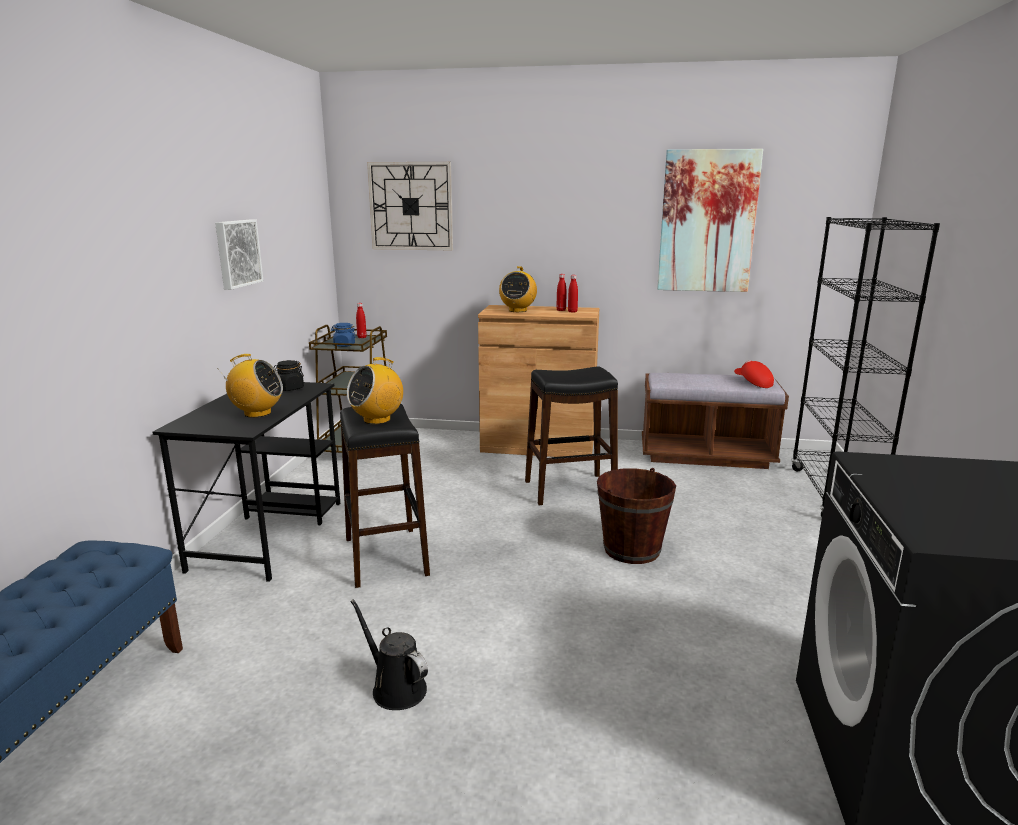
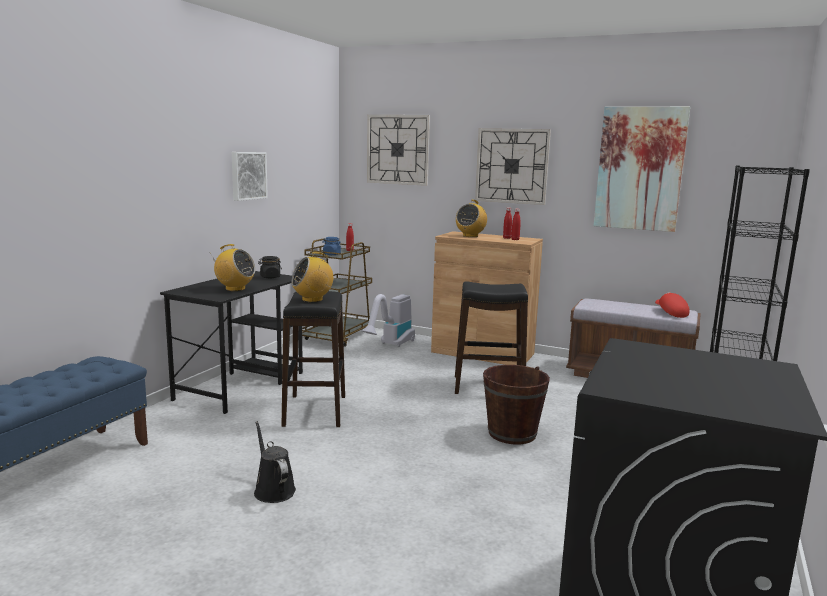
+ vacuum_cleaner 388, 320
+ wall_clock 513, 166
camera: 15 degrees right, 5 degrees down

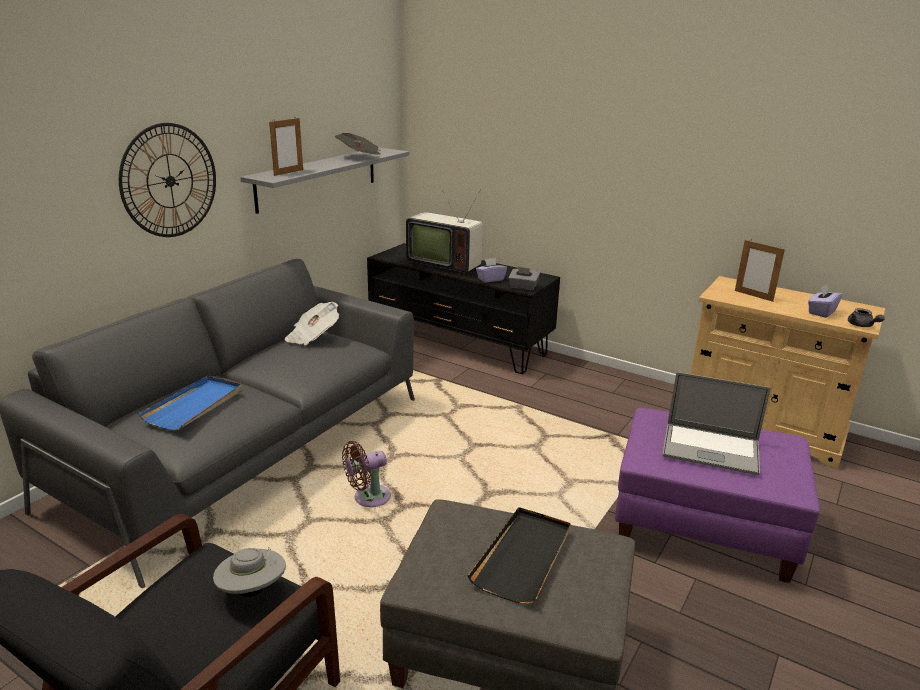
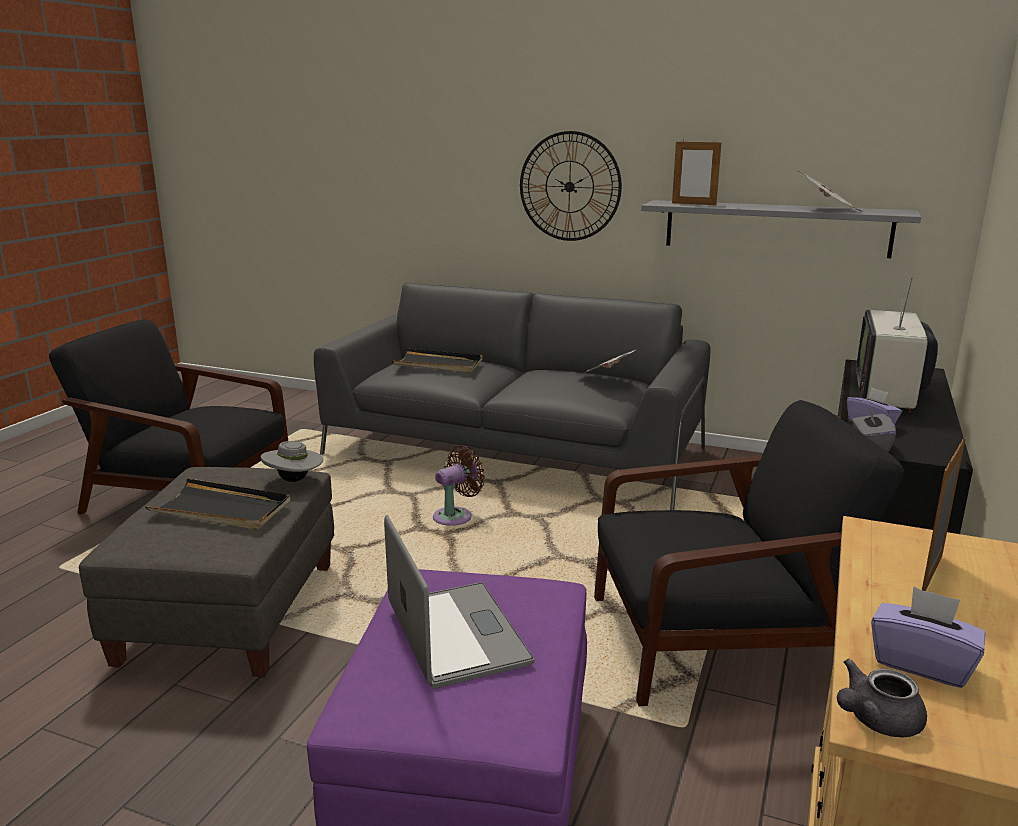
~ grey_hat 249, 572 to 292, 461
~ laptop 716, 424 = 459, 602 150 degrees clockwise
~ blue_tray 190, 403 to black_tray 437, 361
~ brown_fan 366, 474 = 459, 485 90 degrees clockwise
+ black_armchair 749, 553
camera: 80 degrees right, 5 degrees down

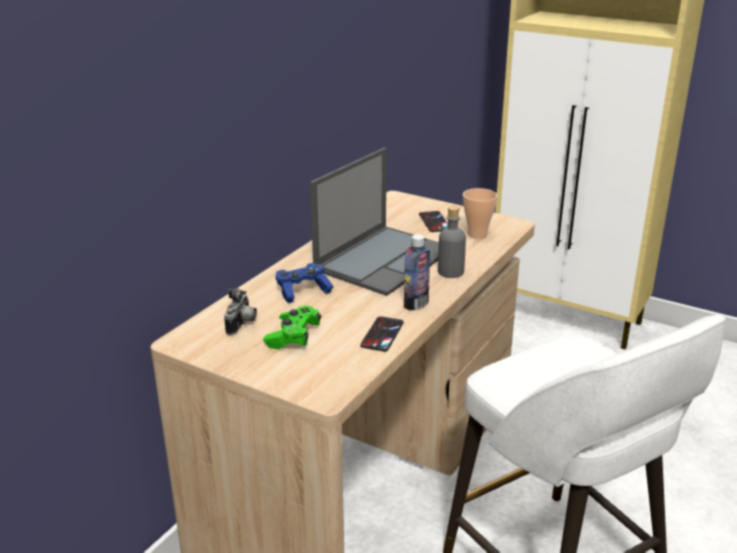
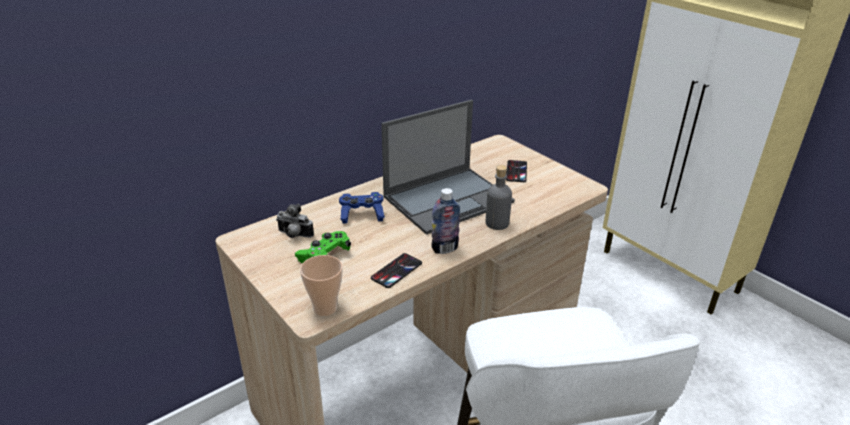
~ photo_camera 240, 311 = 295, 221 75 degrees clockwise
~ cup 480, 213 to 321, 285
camera: 20 degrees right, 5 degrees up

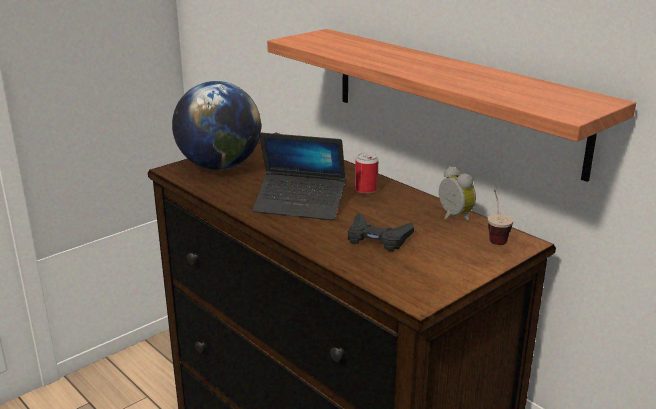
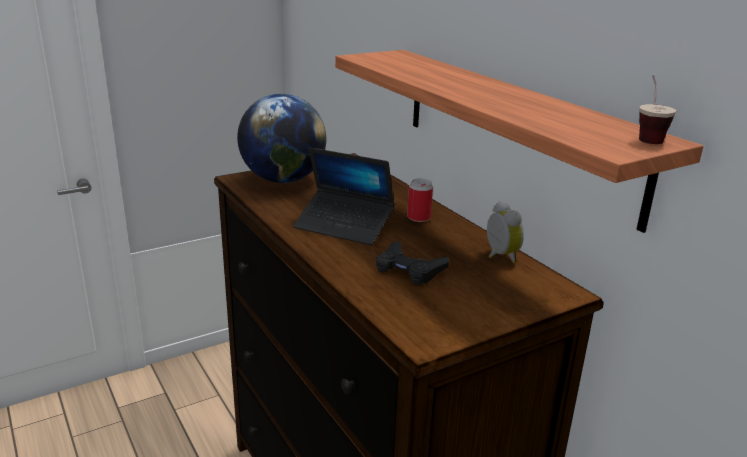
~ cup 501, 217 to 657, 109
camera: 10 degrees right, 0 degrees up

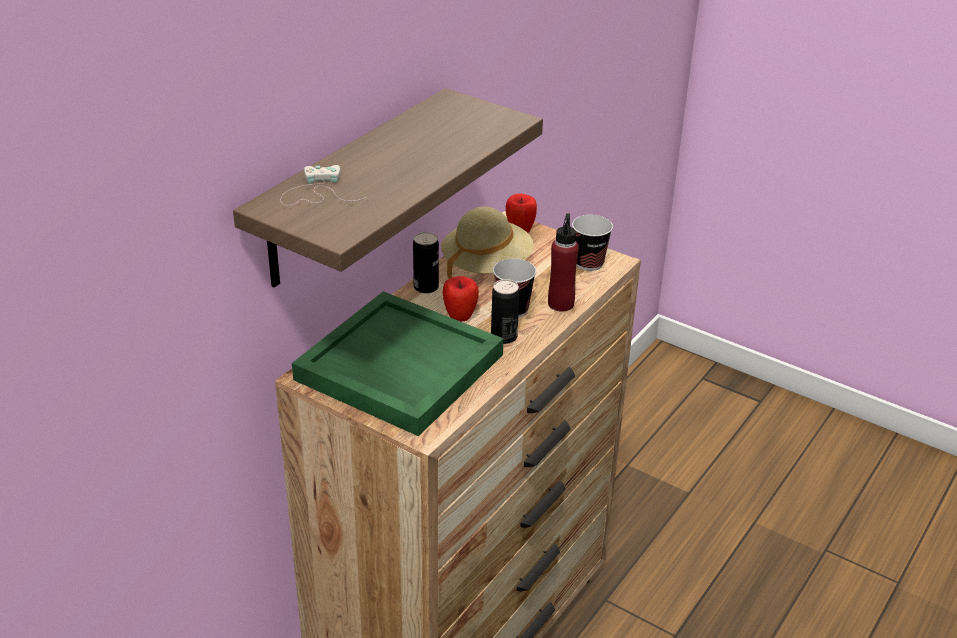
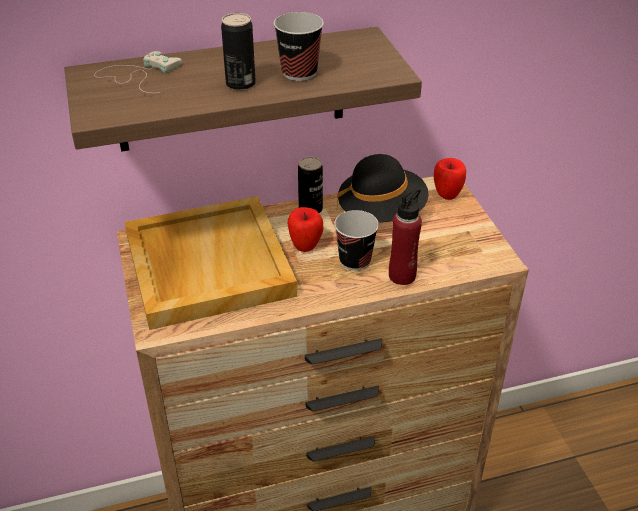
~ green_tray 398, 363 to beige_tray 210, 263
~ can 505, 311 to 238, 51
~ cup 592, 243 to 299, 46
~ beige_hat 487, 243 to black_hat 383, 188
camera: 40 degrees right, 5 degrees up

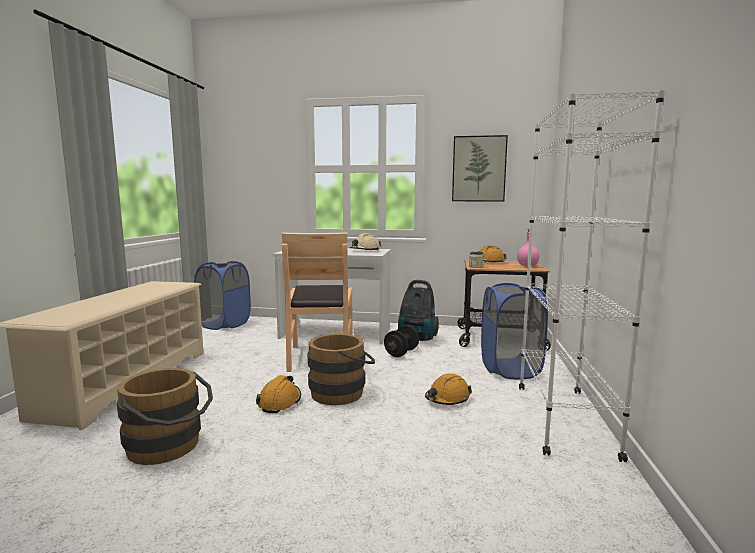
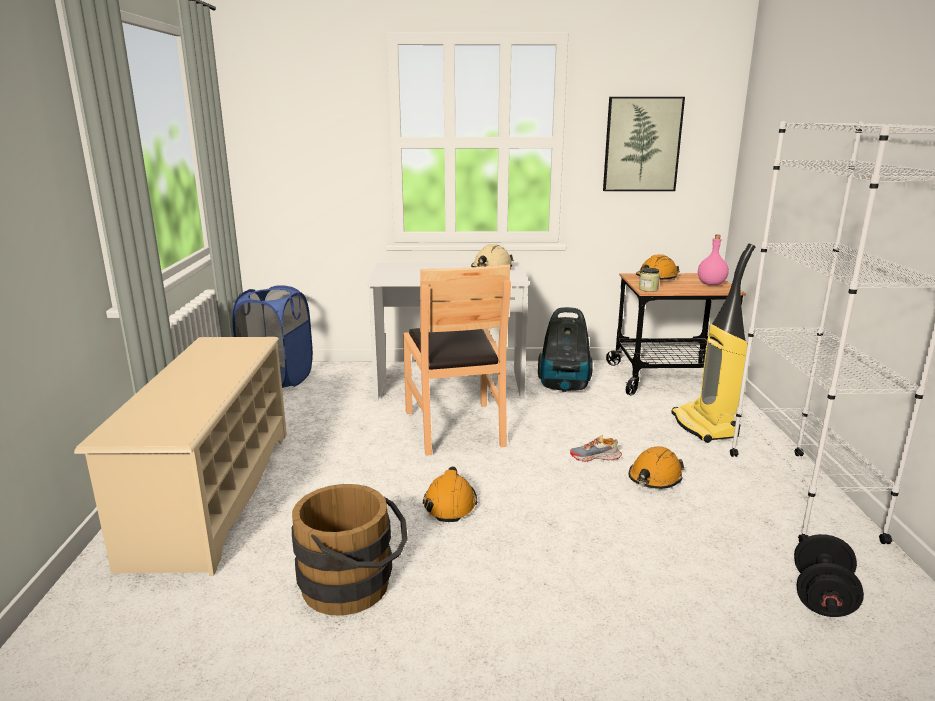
+ shoe 596, 448
~ blue_laundry_basket 514, 331 to vacuum_cleaner 713, 343
~ black_dumbbell 401, 341 to 829, 575
- brown_bucket 341, 369
camera: 10 degrees left, 10 degrees up

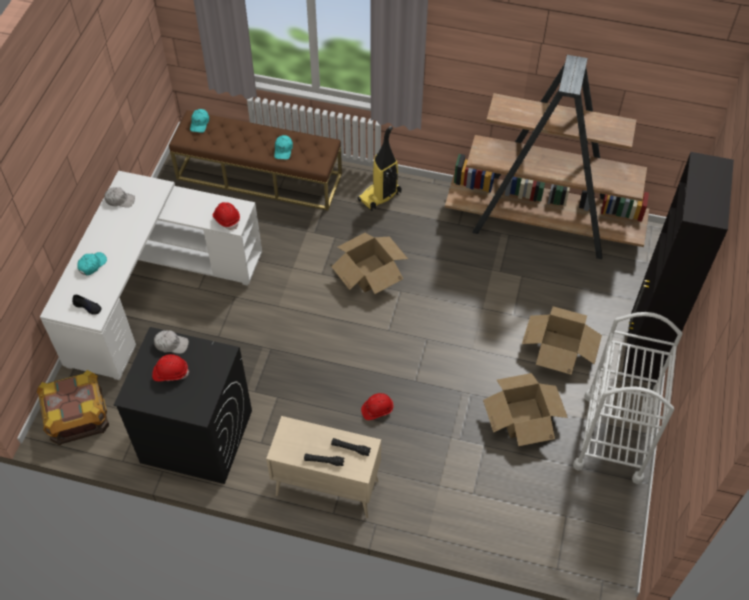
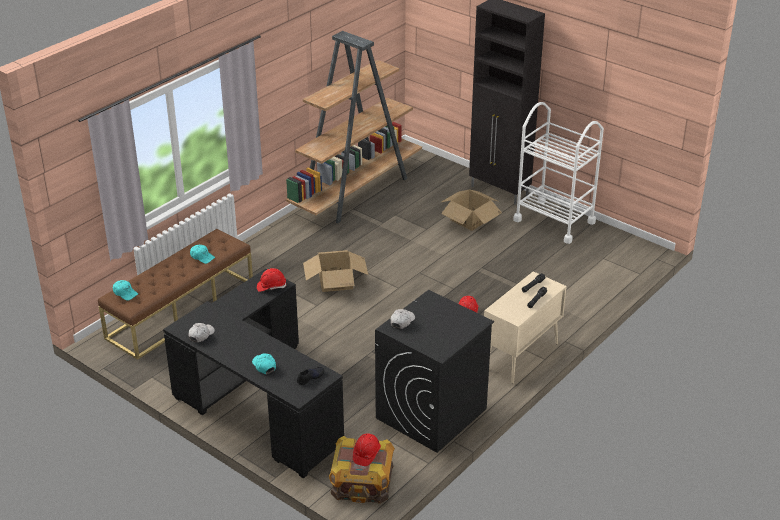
~ white_desk 151, 275 to black_desk 253, 374
~ red_hard_hat 171, 367 to 367, 450
- vacuum_cleaner 379, 168
- cardboard_box 525, 409
camera: 65 degrees left, 20 degrees down

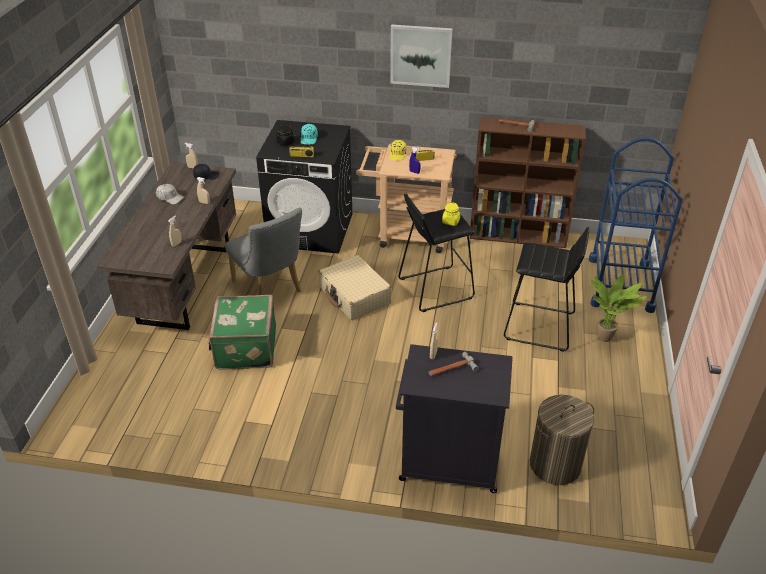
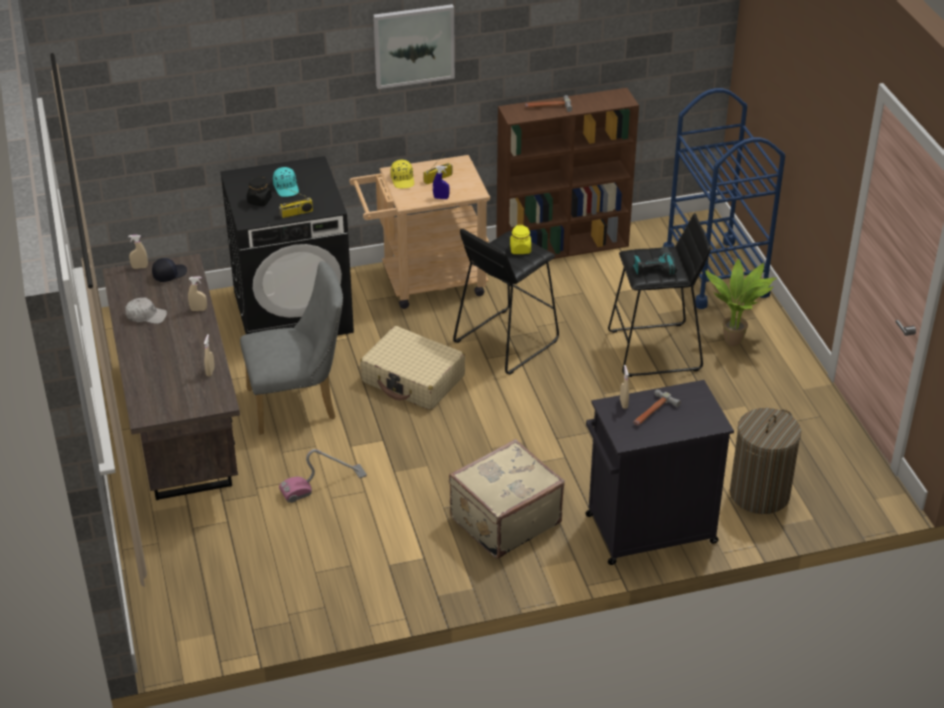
~ grey_chair 263, 251 = 291, 347 45 degrees counterclockwise
~ green_suitcase 242, 332 to vacuum_cleaner 323, 476
+ beige_suitcase 507, 499
+ power_drill 655, 260
camera: 25 degrees left, 0 degrees up

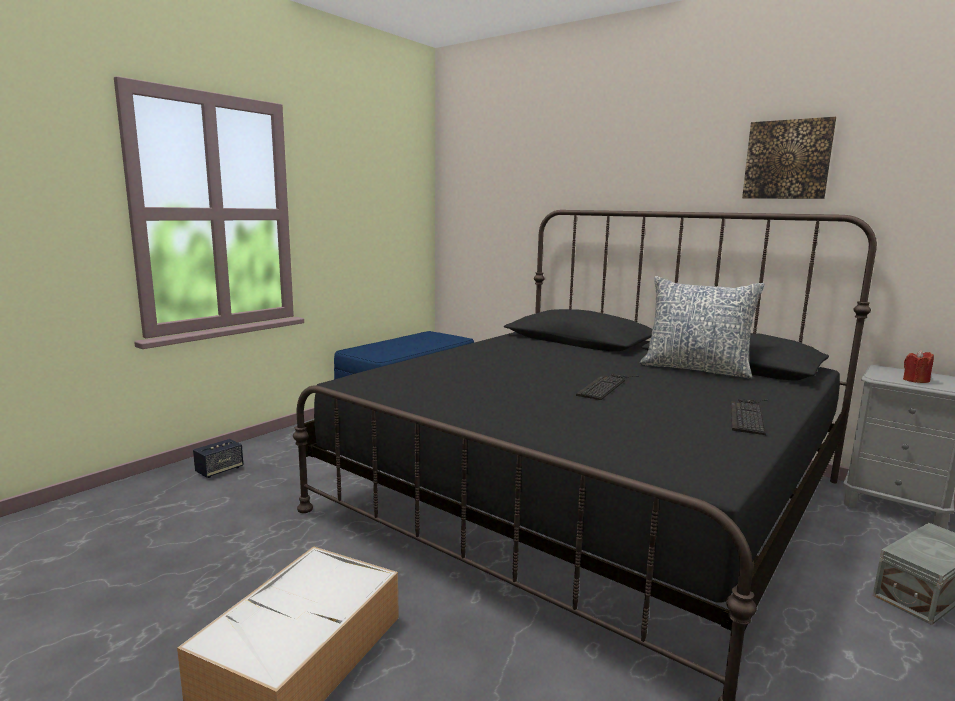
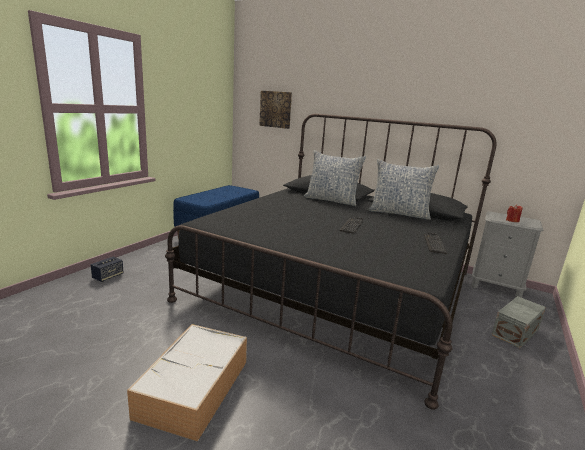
~ picture 789, 158 to 275, 110
+ pillow 335, 178
camera: 10 degrees left, 5 degrees up

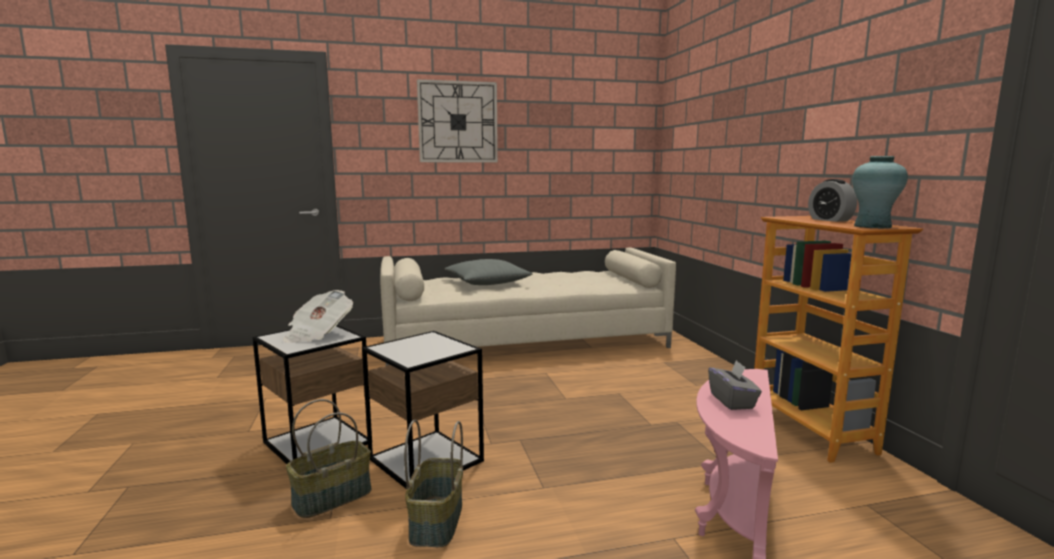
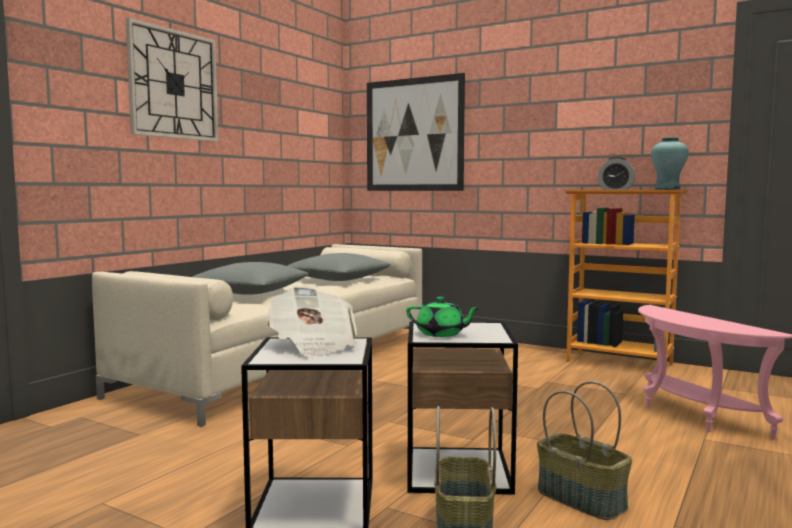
+ grey_pillow 339, 267
+ picture 416, 132
+ green_teapot 443, 317
- grey_tissue_box 735, 385
camera: 45 degrees left, 5 degrees down

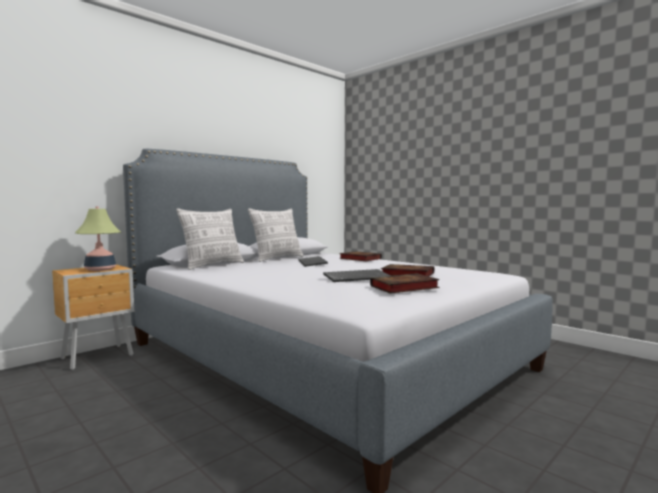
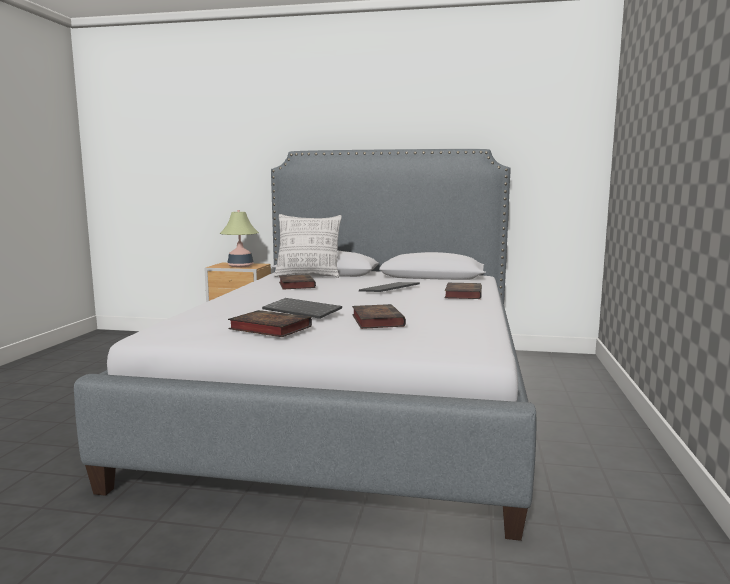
+ book 297, 282
- pillow 276, 235
camera: 55 degrees right, 5 degrees up

